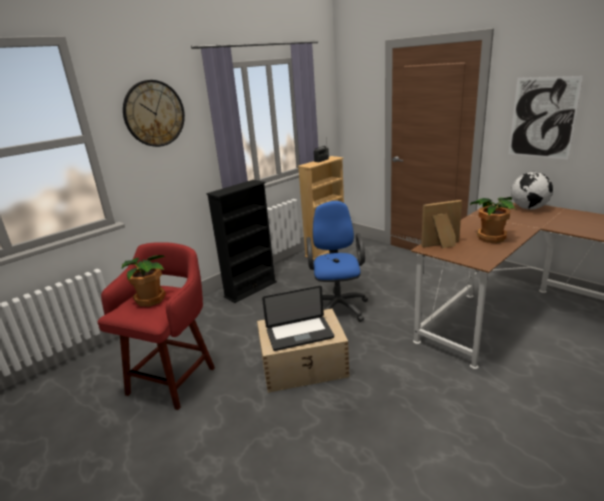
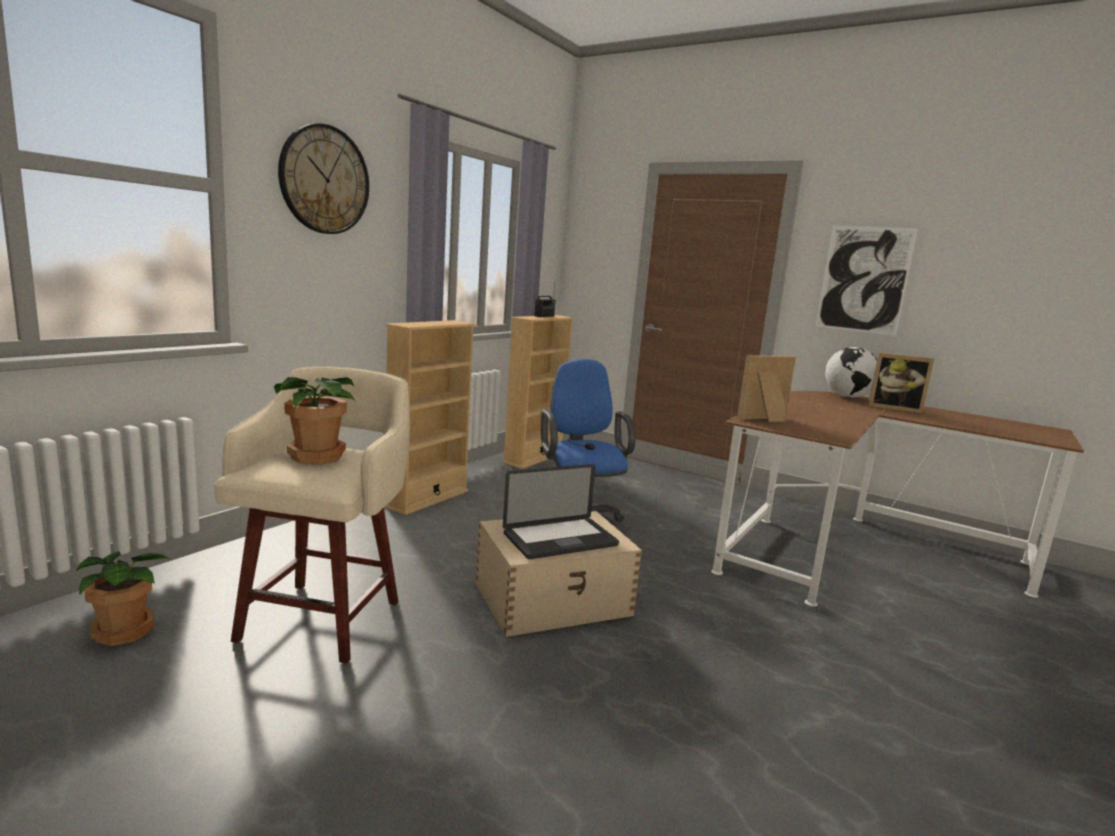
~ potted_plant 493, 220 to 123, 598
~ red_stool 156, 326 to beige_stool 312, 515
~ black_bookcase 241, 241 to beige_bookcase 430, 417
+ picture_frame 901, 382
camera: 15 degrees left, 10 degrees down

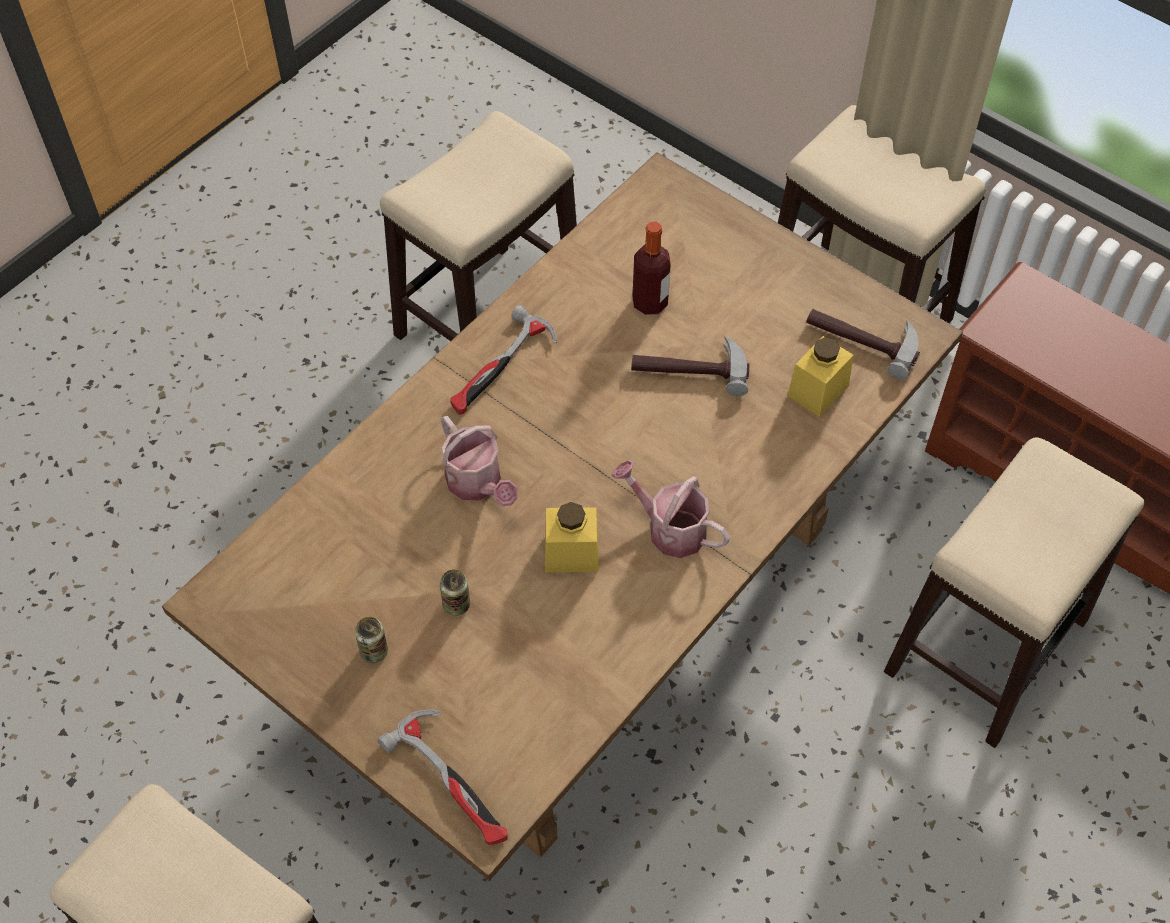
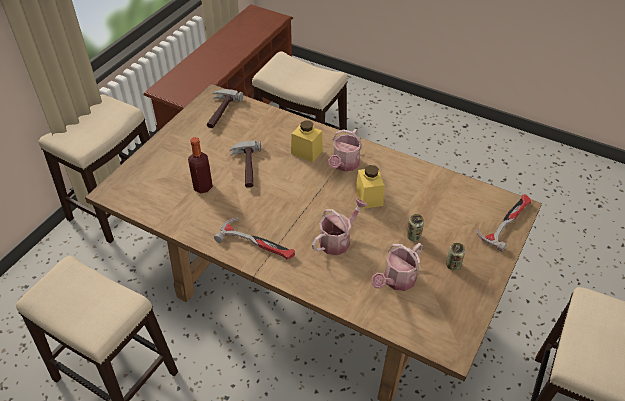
~ yellow_jar 820, 376 to 307, 141
+ watering_can 397, 267
camera: 100 degrees left, 10 degrees down

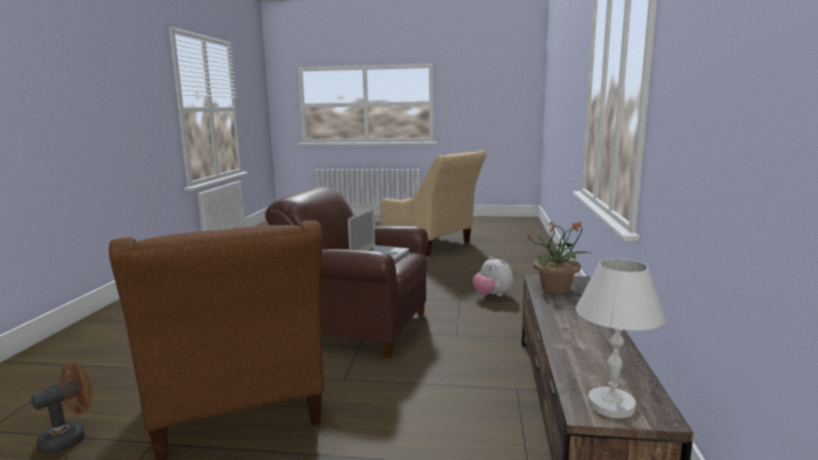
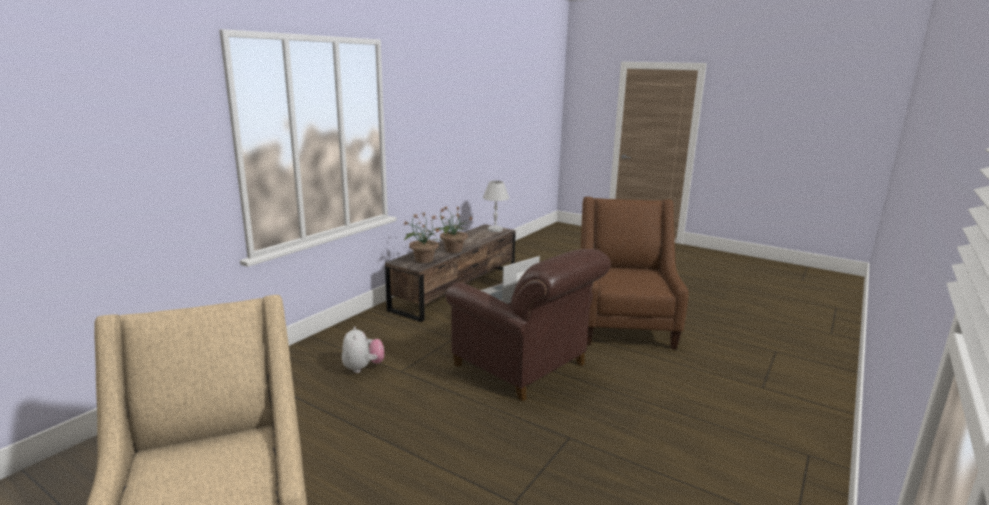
+ potted_plant 453, 229
- brown_fan 61, 408
camera: 155 degrees left, 5 degrees up

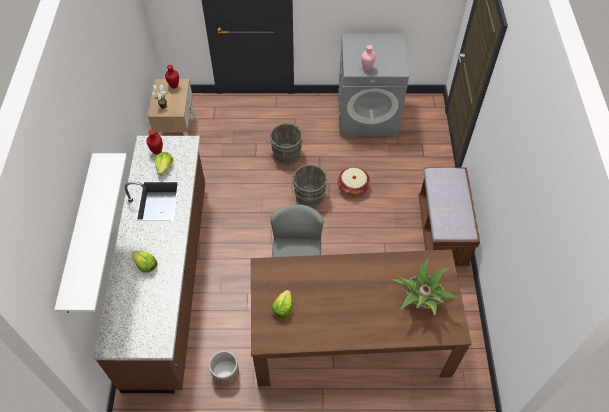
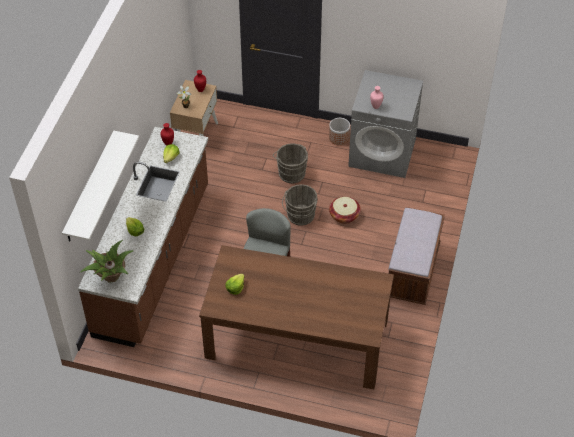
~ potted_plant 425, 286 to 106, 261
~ planter 224, 368 to 339, 131
camera: 15 degrees right, 5 degrees down

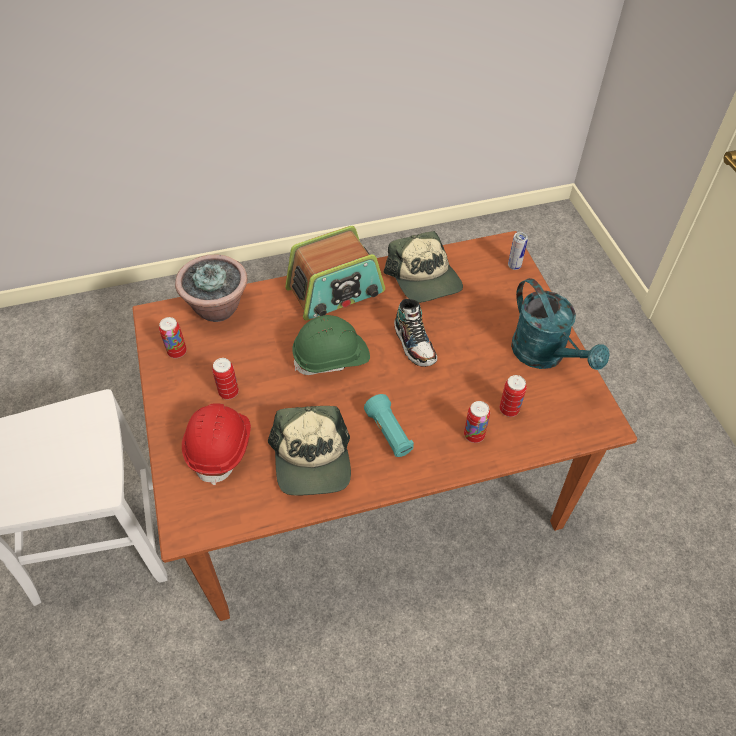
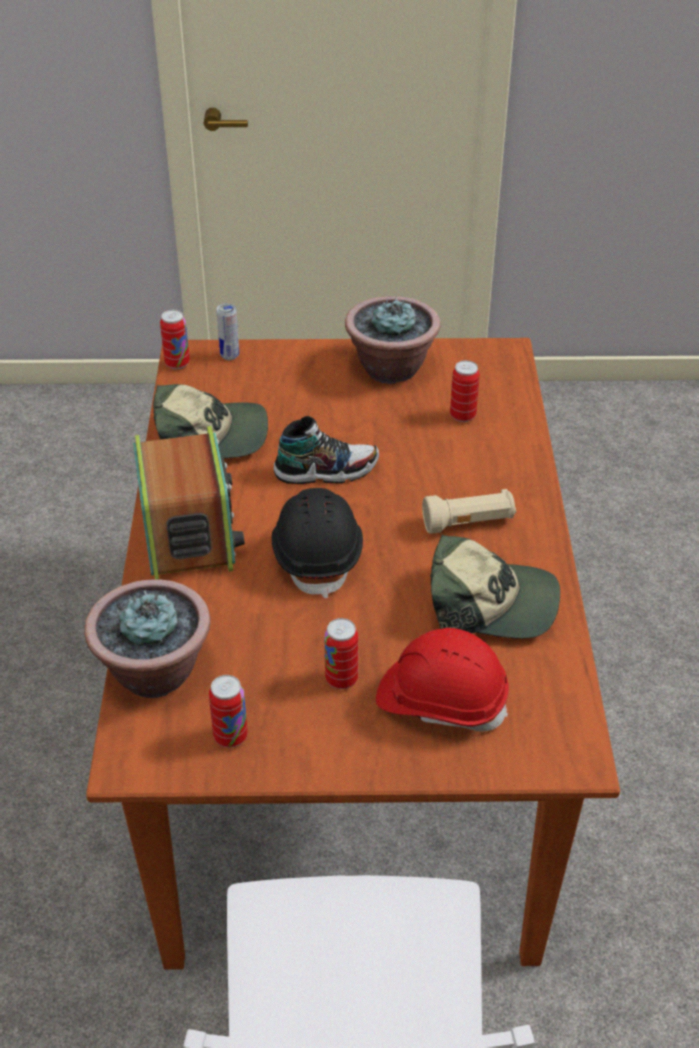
~ can 477, 422 to 175, 339
~ green_hard_hat 331, 345 to black_hard_hat 317, 543
~ turquoise_watering_can 560, 324 to potted_plant 393, 340
~ turquoise_flashlight 389, 425 to beige_flashlight 469, 511
camera: 75 degrees left, 10 degrees down

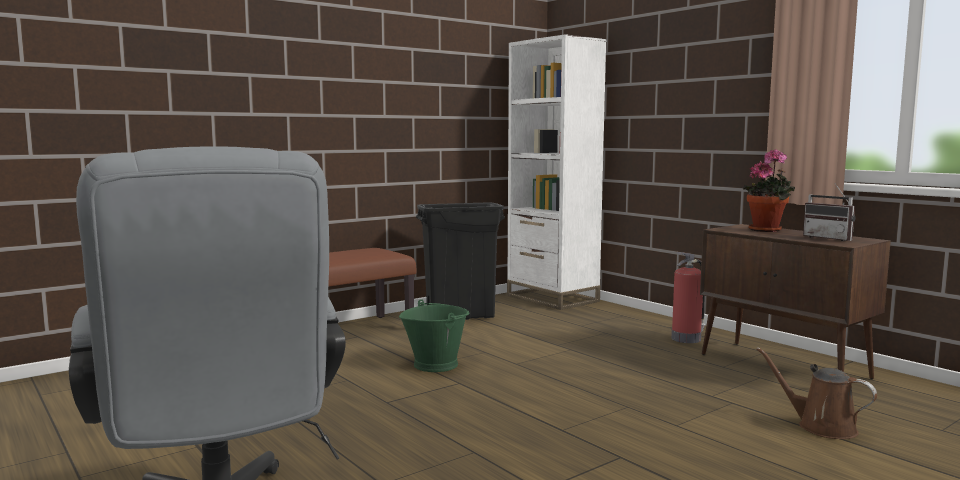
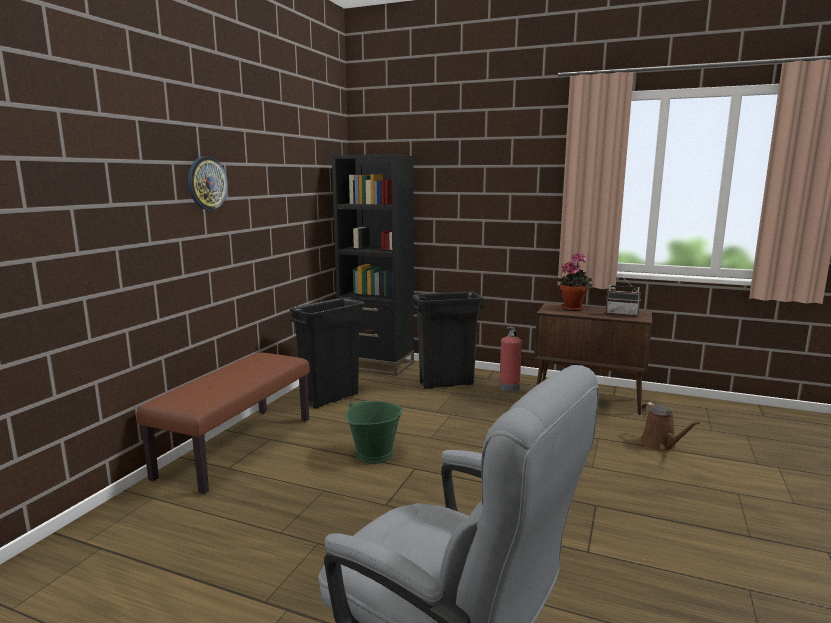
+ wall_clock 208, 183
~ white_bookcase 557, 172 to black_bookcase 373, 265
+ black_trash_can 448, 340
~ brown_watering_can 816, 393 = 670, 426 120 degrees counterclockwise
camera: 30 degrees left, 5 degrees up

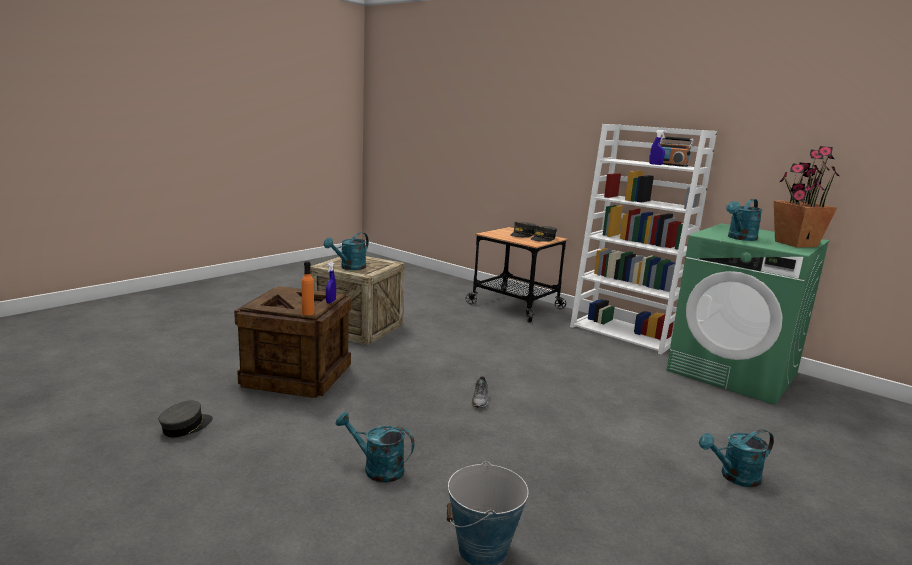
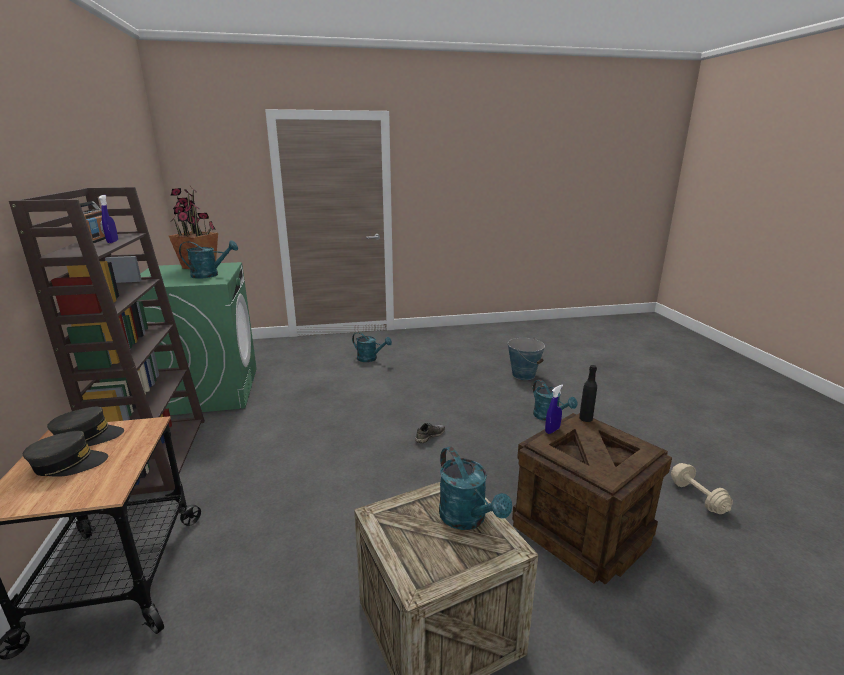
~ white_bookcase 643, 239 to brown_bookcase 107, 341
~ turquoise_watering_can 346, 251 = 475, 488 75 degrees clockwise
~ orange_bottle 308, 288 to black_bottle 588, 393
~ grey_cap 185, 418 to beige_dumbbell 702, 488
camera: 140 degrees left, 5 degrees up

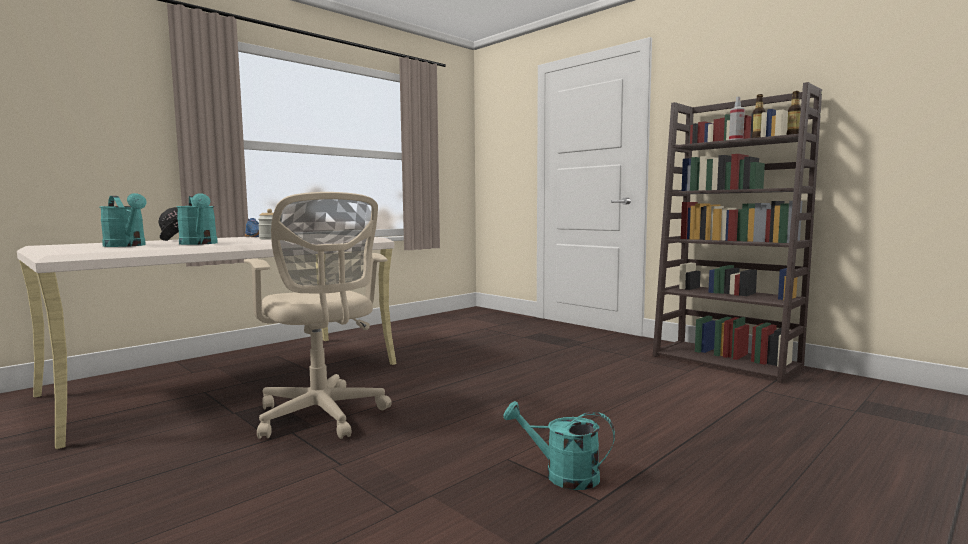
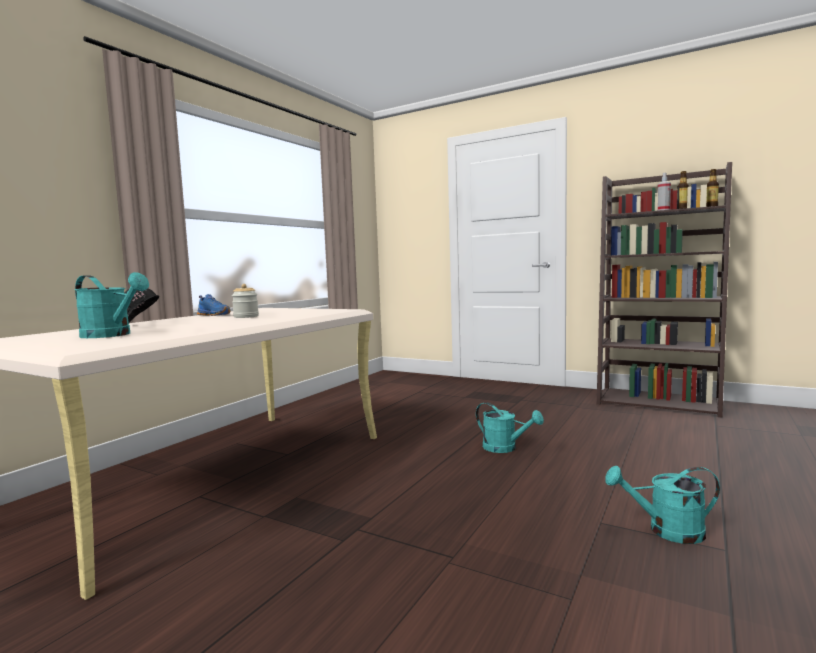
~ turquoise_watering_can 197, 219 to 510, 427
- beige_office_chair 318, 315
camera: 15 degrees left, 0 degrees up

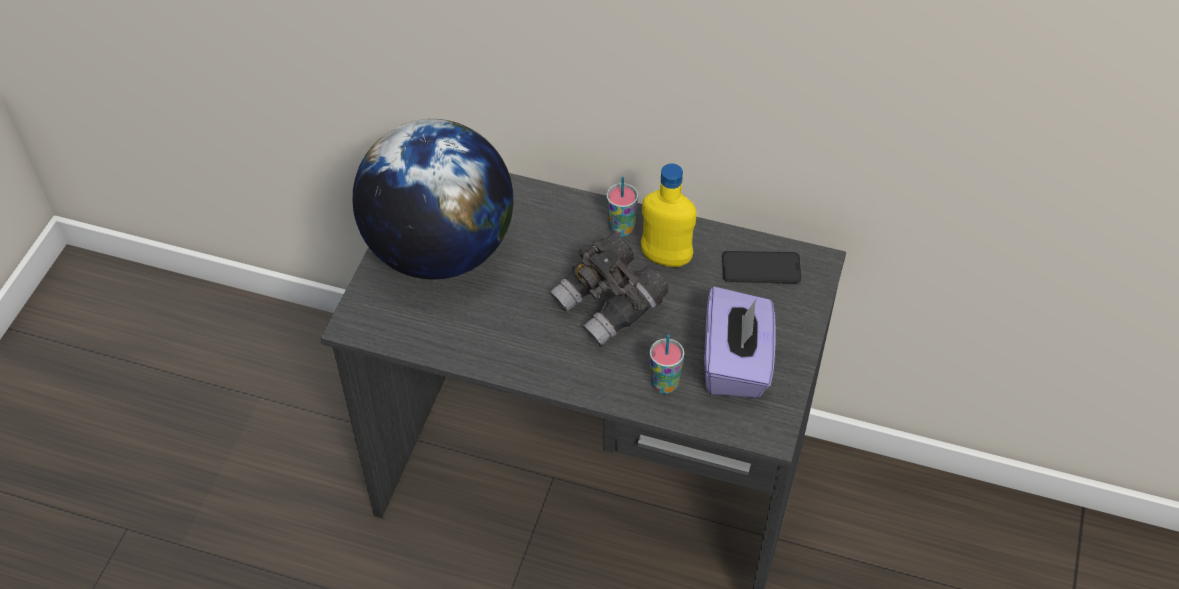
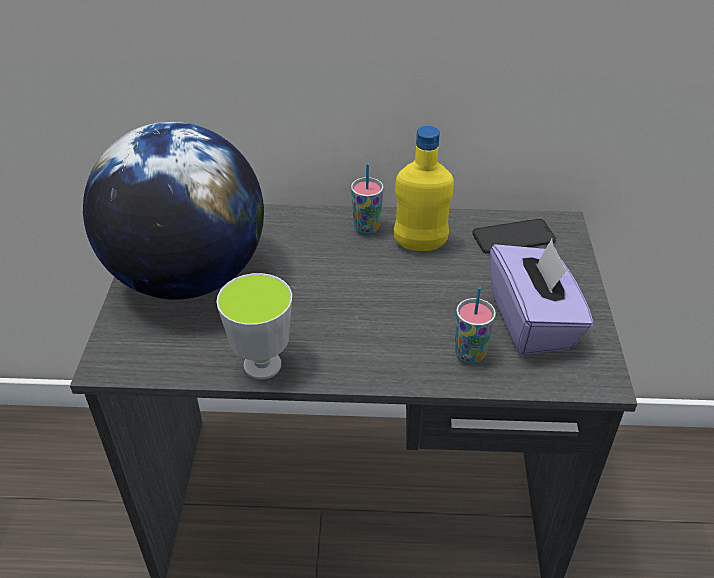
+ cup 254, 326
- grey_binoculars 609, 290
camera: 15 degrees left, 10 degrees down

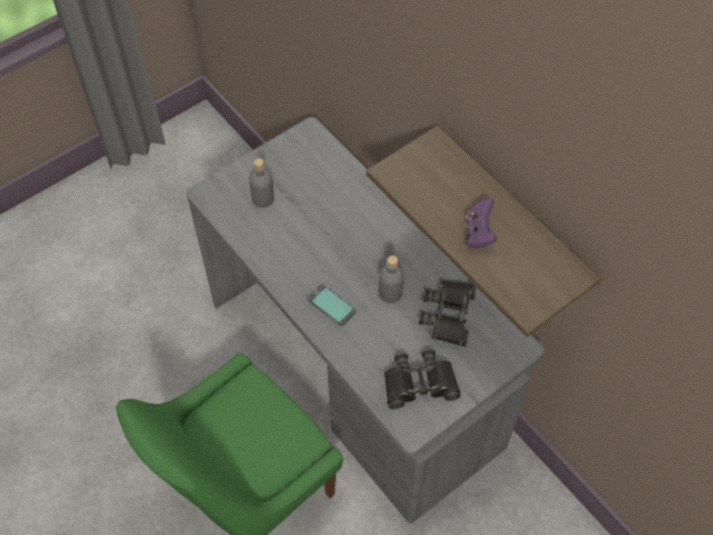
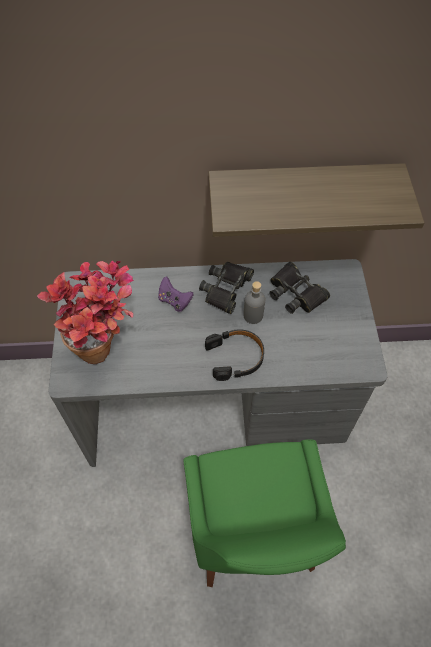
~ grey_bottle 261, 183 to potted_plant 85, 312
~ purple_game_controller 480, 223 to 176, 294
~ black_binoculars 422, 379 to 226, 288
~ phone 331, 305 to black_headphones 234, 355
camera: 55 degrees left, 0 degrees up

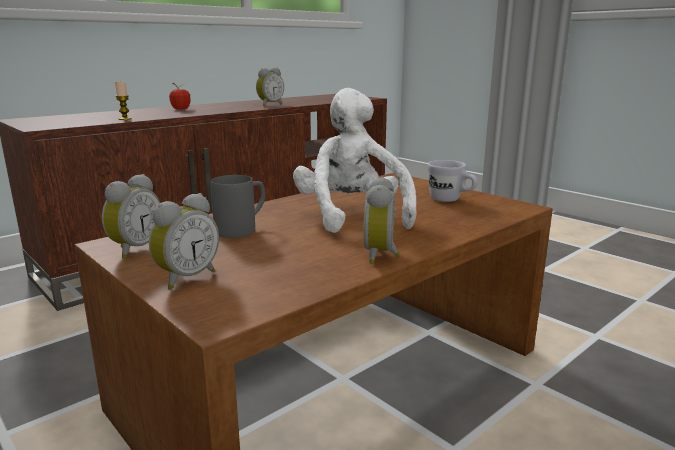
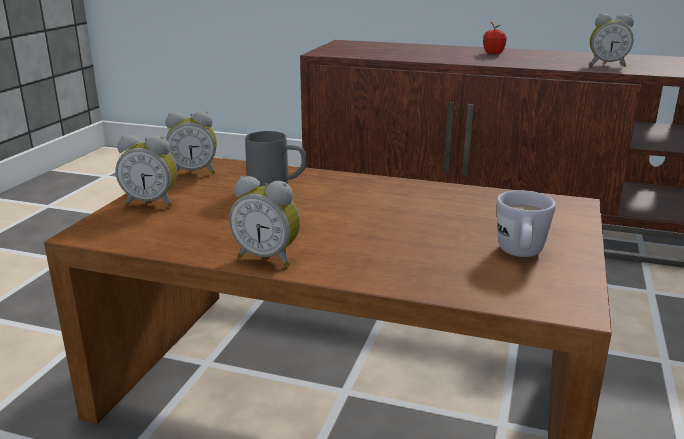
~ alarm_clock 381, 220 = 264, 221 135 degrees counterclockwise
- candle 123, 100
- white_plush_toy 354, 160
camera: 60 degrees right, 5 degrees up

